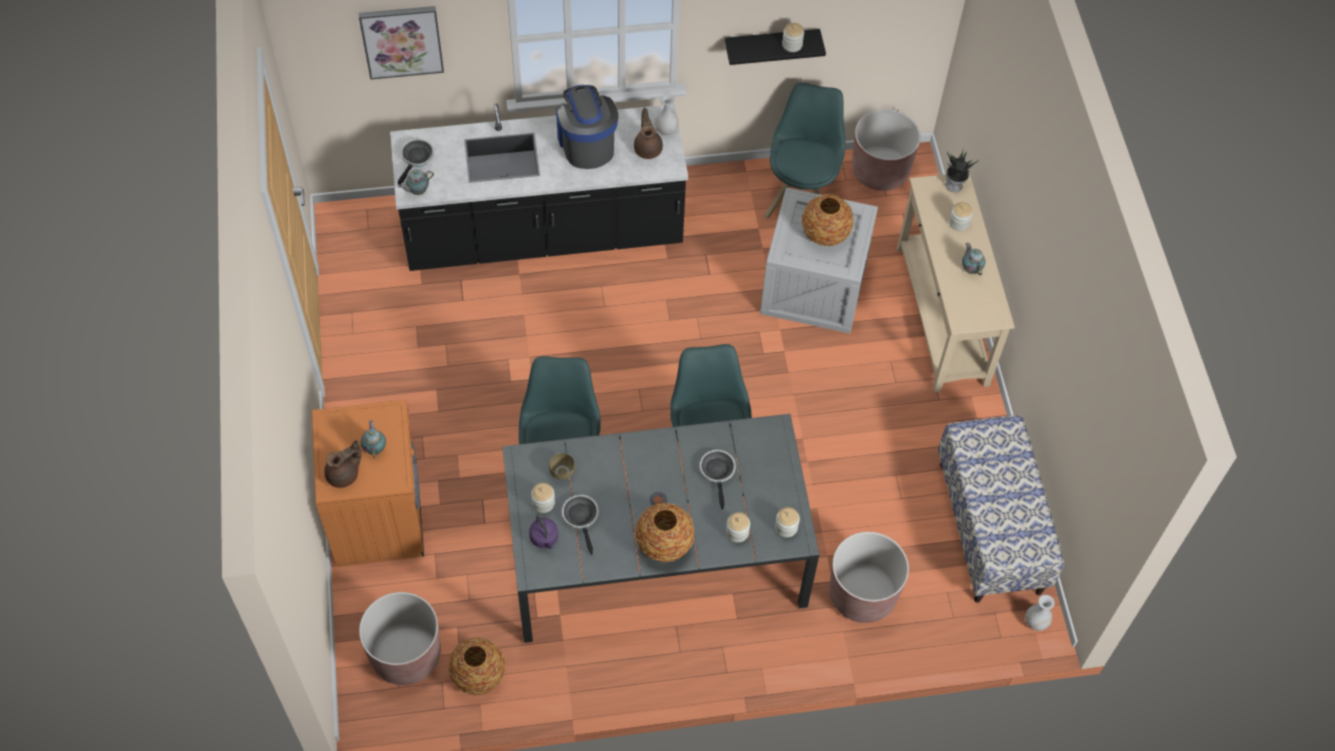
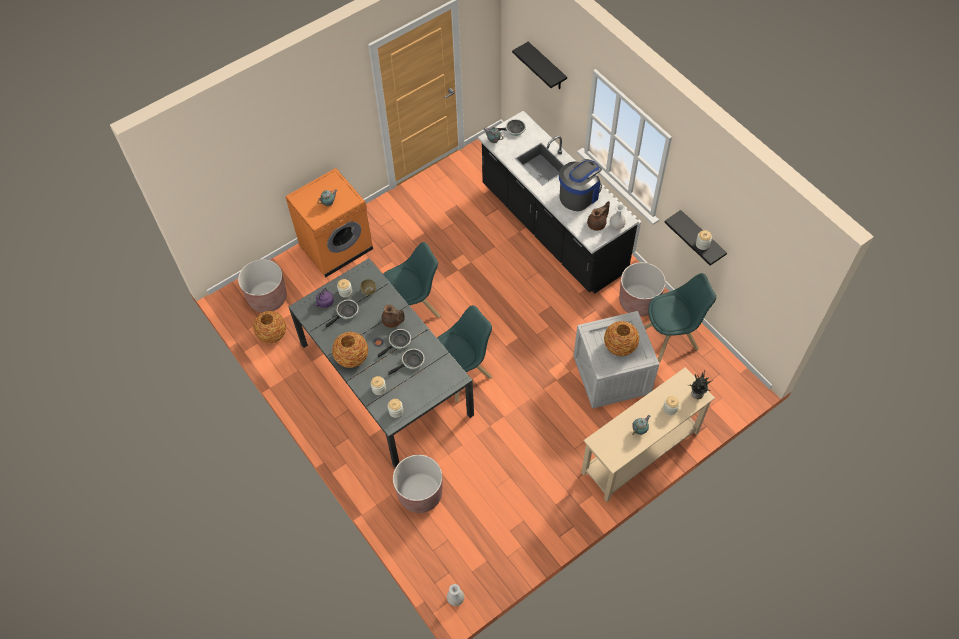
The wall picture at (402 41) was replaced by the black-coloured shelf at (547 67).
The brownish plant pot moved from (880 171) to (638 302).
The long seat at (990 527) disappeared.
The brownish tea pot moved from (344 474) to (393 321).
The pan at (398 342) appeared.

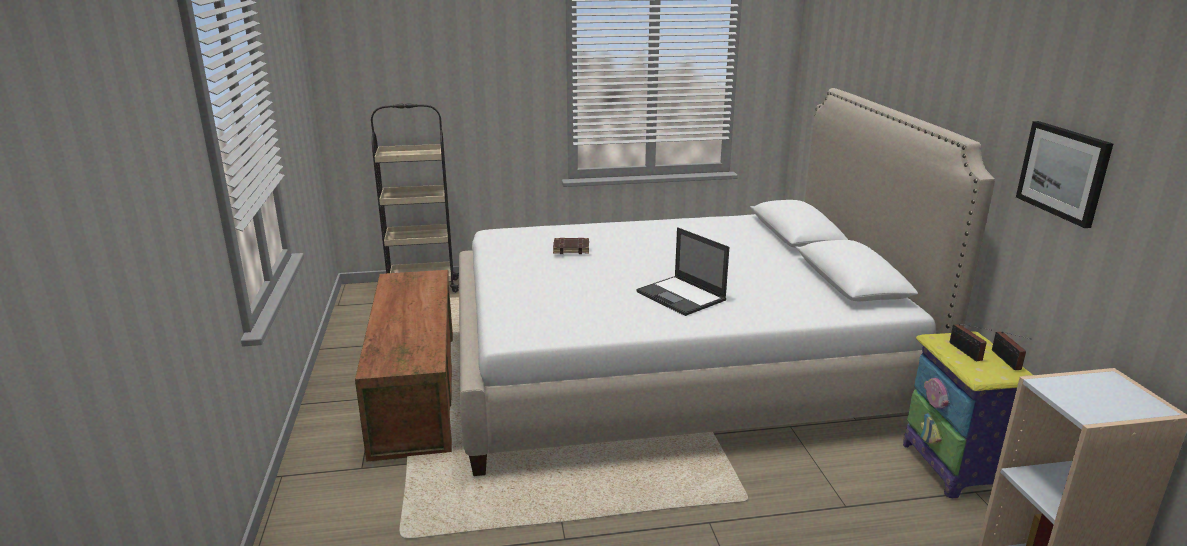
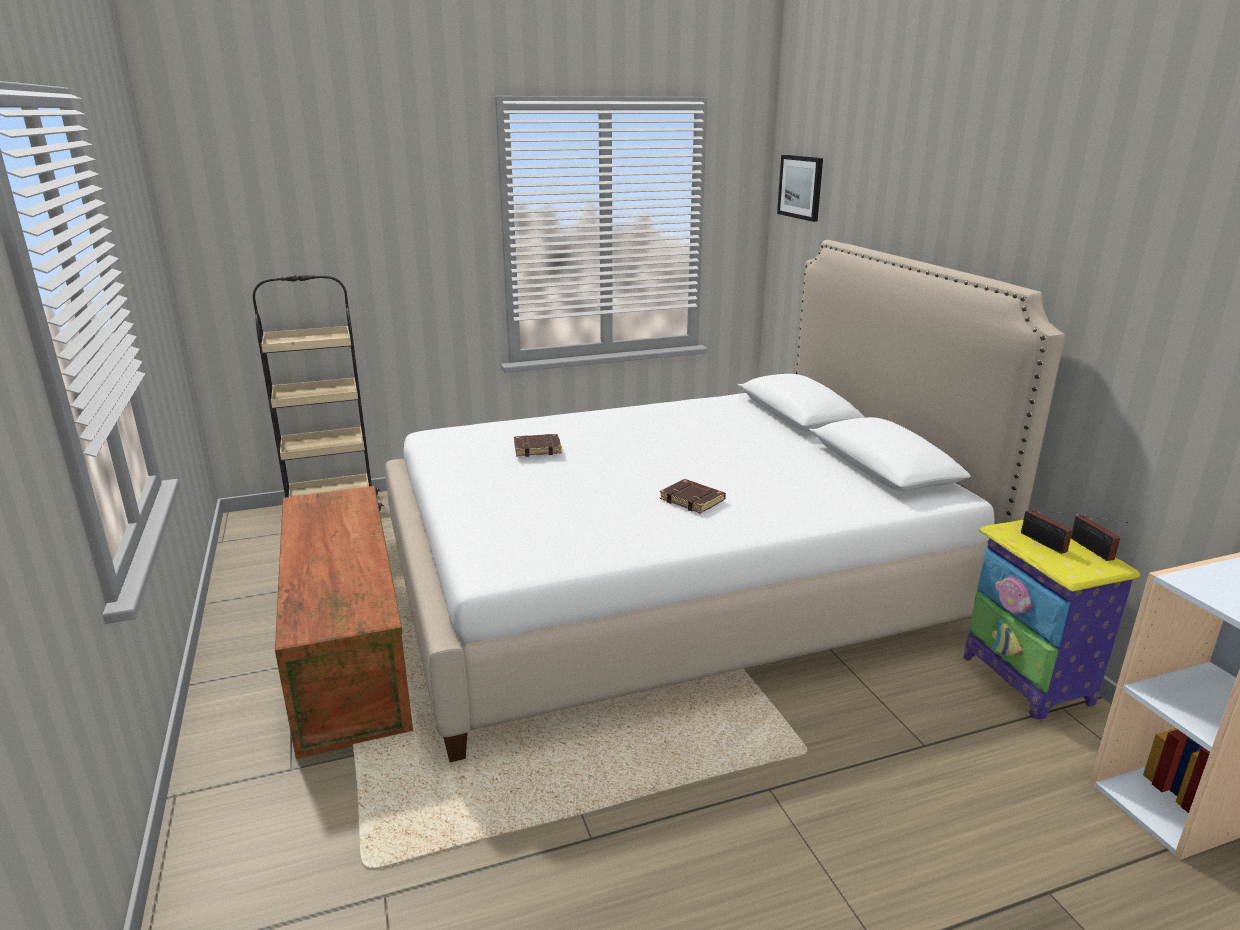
The wall picture moved from (1063 172) to (801 187).
The notebook computer at (681 296) was replaced by the brownish bound book at (693 500).

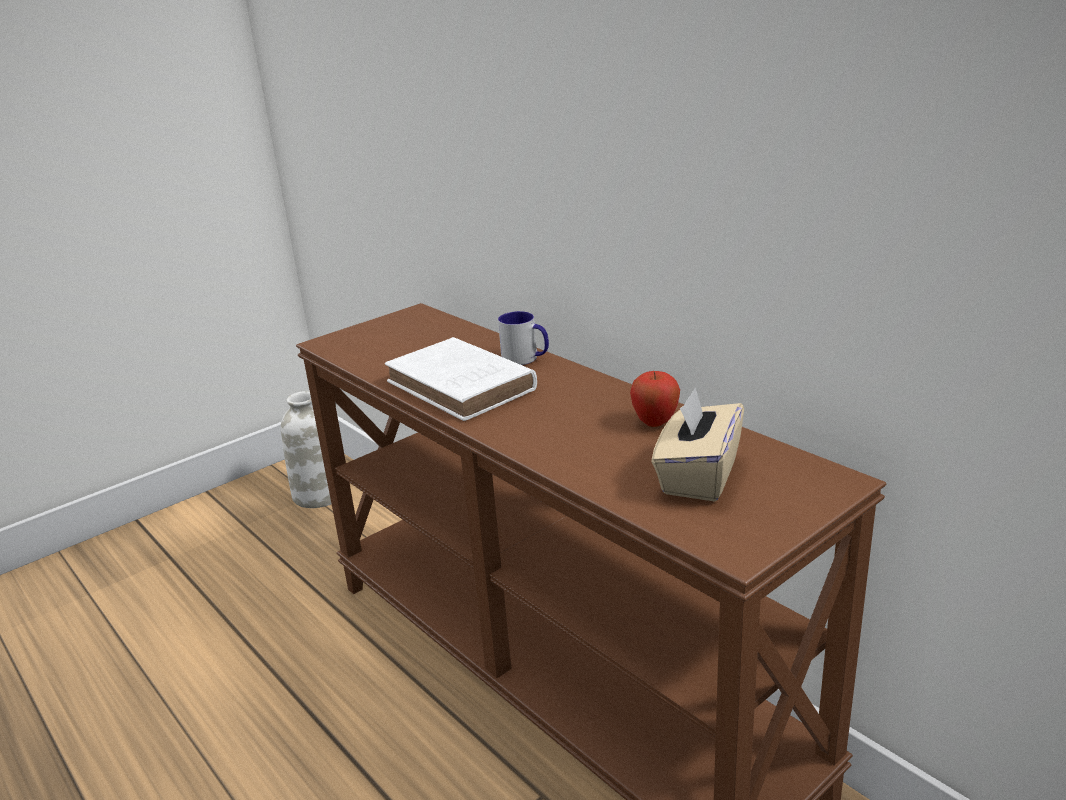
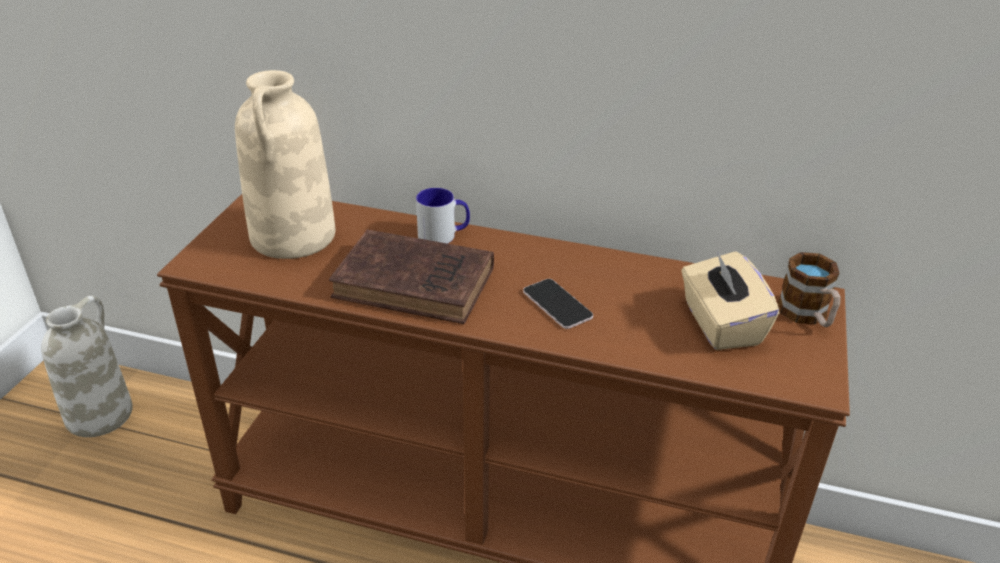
The white-coloured bound book at (463 387) became the brownish bound book at (418 284).
The whole apple at (655 423) disappeared.
The sand-coloured vase at (293 237) appeared.
The mug at (807 316) appeared.
The handset at (557 304) appeared.

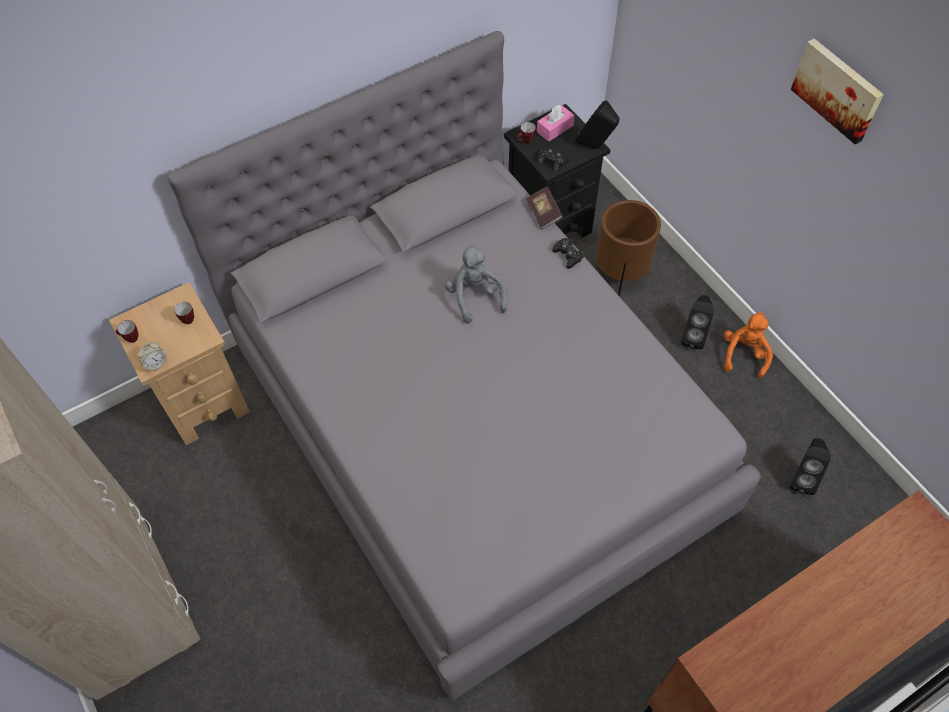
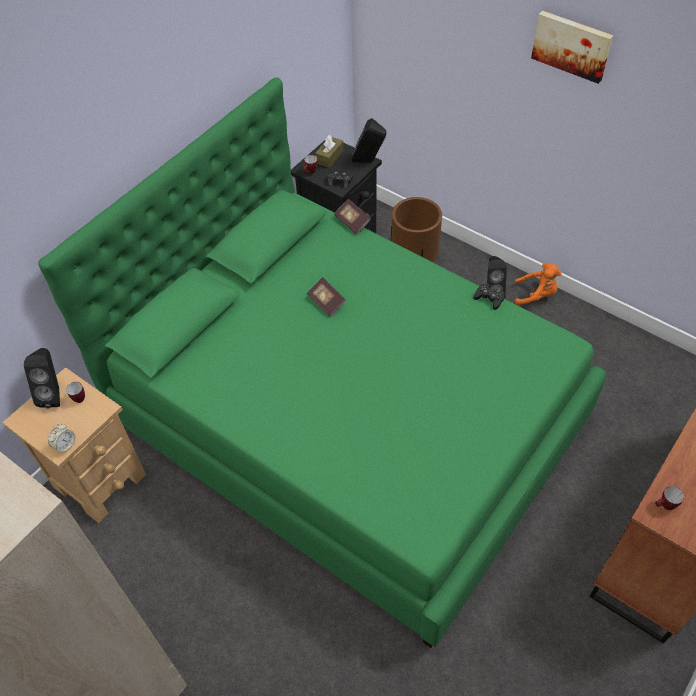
The greyish bedroom bed at (475 427) became the greenish bedroom bed at (350 420).
The pinkish tissue holder at (554 129) became the brownish tissue holder at (329 156).
The black-coloured game controller moved from (568 255) to (489 298).
The greyish cuddly toy at (475 297) was replaced by the bound book at (326 302).
The orange cuddly toy at (744 354) turned 105 degrees clockwise.
The mug moved from (130 339) to (664 506).
The black-coloured loudspeaker moved from (802 478) to (54 394).

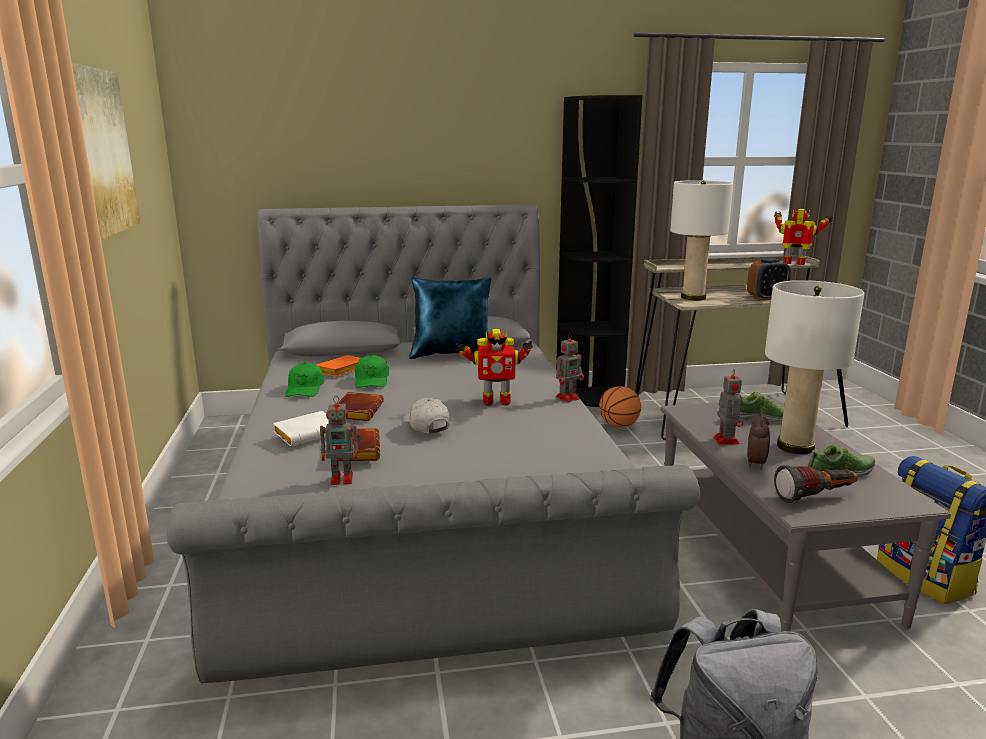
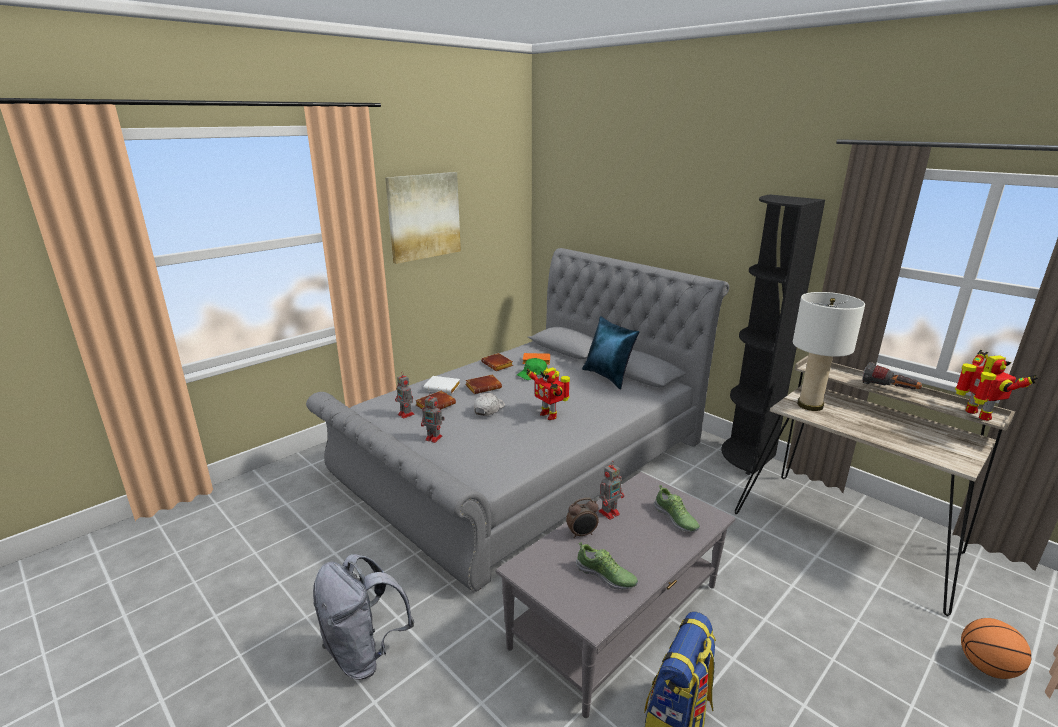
The table clock at (766 298) disappeared.
The white-coloured tabletop lamp at (794 446) disappeared.
The robot figure moved from (568 397) to (434 438).
The greenish baseball cap at (305 389) was replaced by the brownish bound book at (498 365).
The basketball moved from (619 426) to (986 667).
The hand torch moved from (816 497) to (889 389).

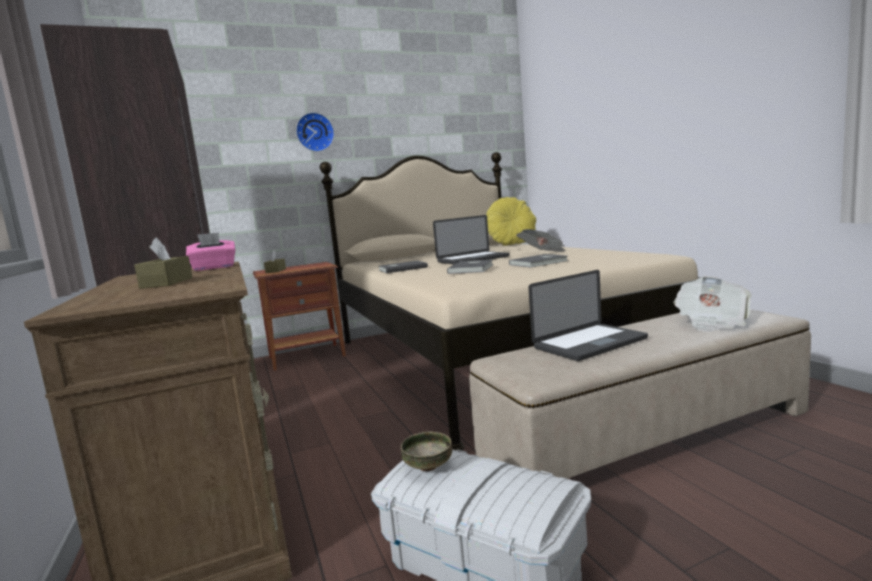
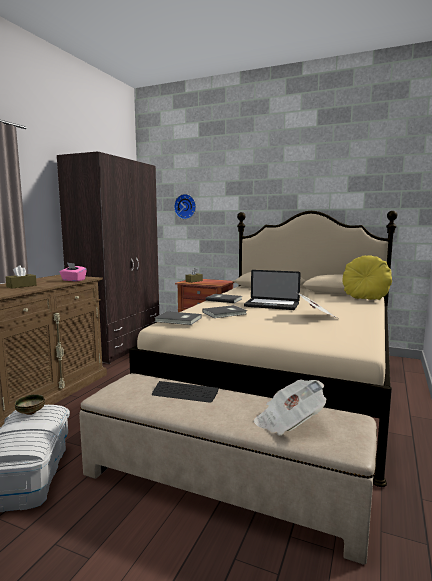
The wall clock moved from (314 132) to (185 206).
The greyish bound book moved from (540 262) to (178 320).
The notebook computer at (590 343) was replaced by the computer keyboard at (185 393).

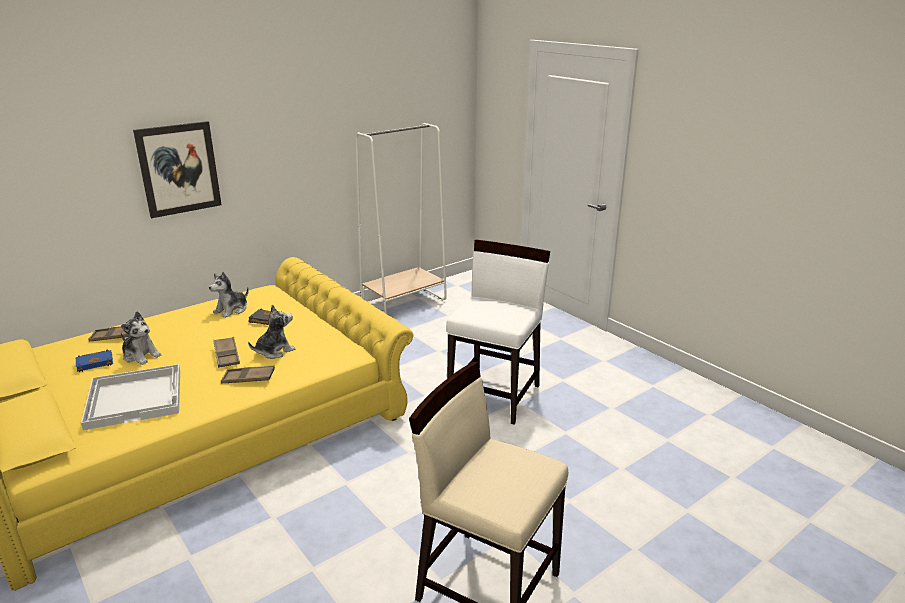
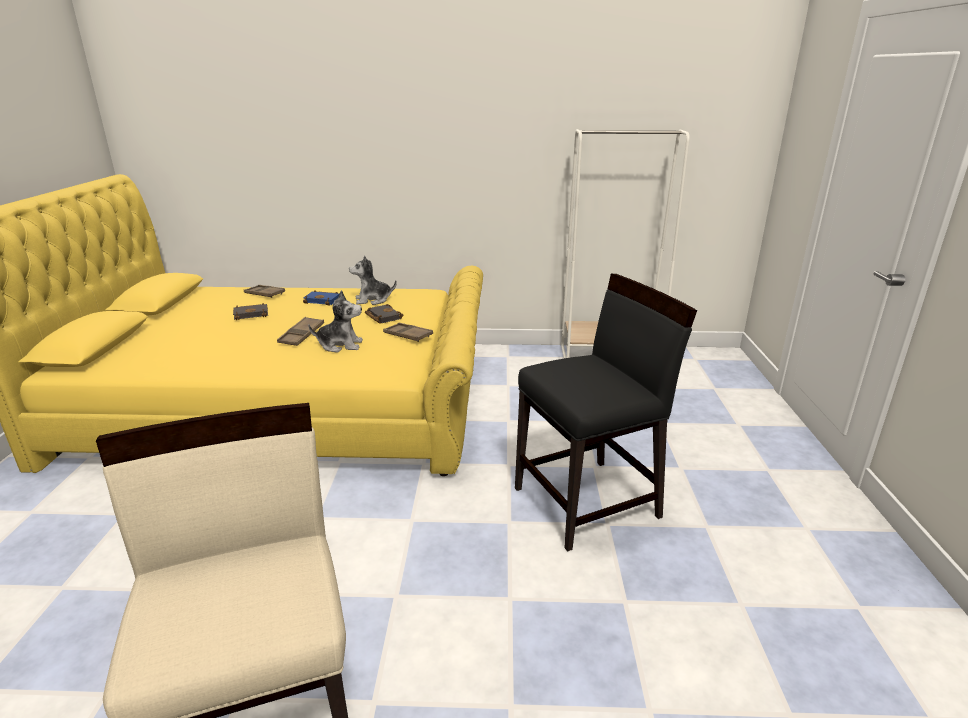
The wall picture at (179 169) disappeared.
The white-coloured plain chair at (495 395) became the black-coloured plain chair at (588 502).
The cuddly toy at (141 356) was replaced by the black-coloured bound book at (252 314).
The blue-coloured bound book moved from (96 362) to (323 300).
The white-coloured serving tray at (136 397) disappeared.
The brownish serving tray moved from (248 378) to (408 335).

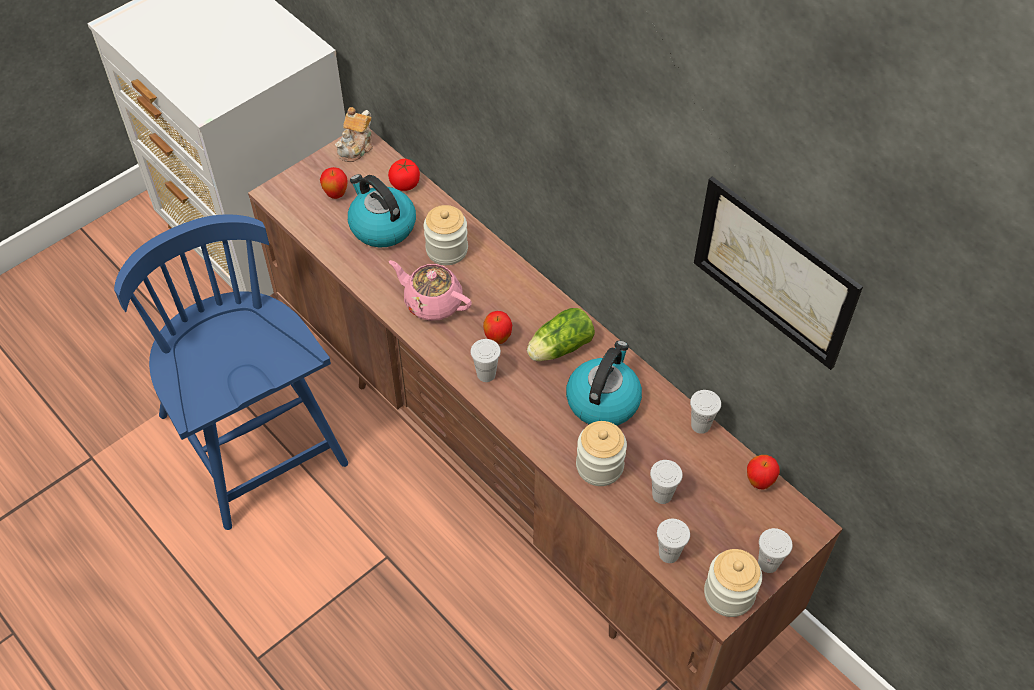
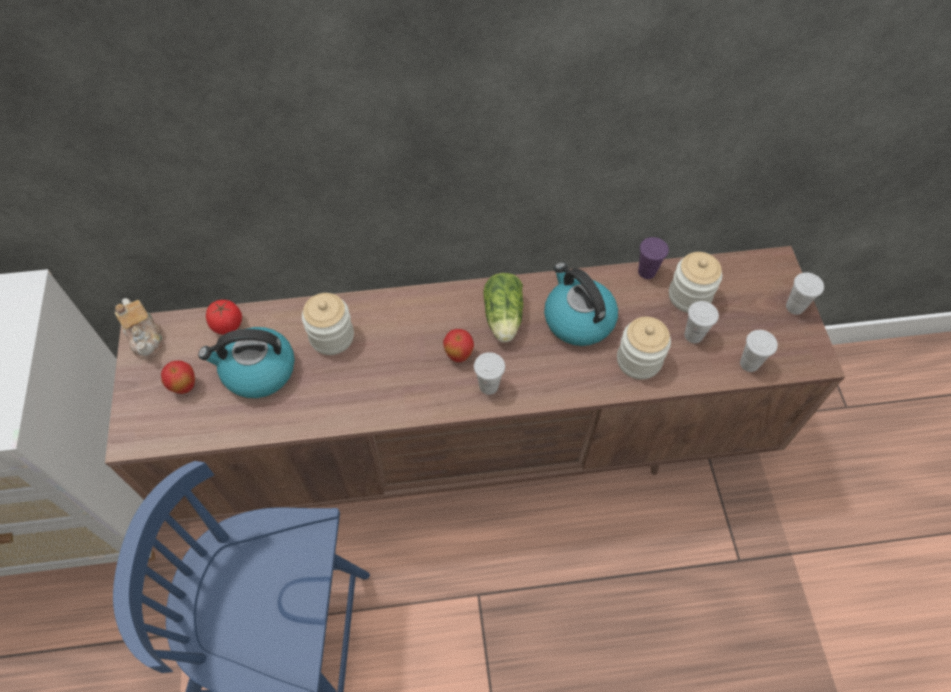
The wall picture at (773 272) disappeared.
The pinkish tea pot at (432 302) disappeared.
The white-coloured drinking cup at (700 425) became the purple drinking cup at (647 272).
The whole apple at (759 482) disappeared.
The preserve jar moved from (729 594) to (689 296).

